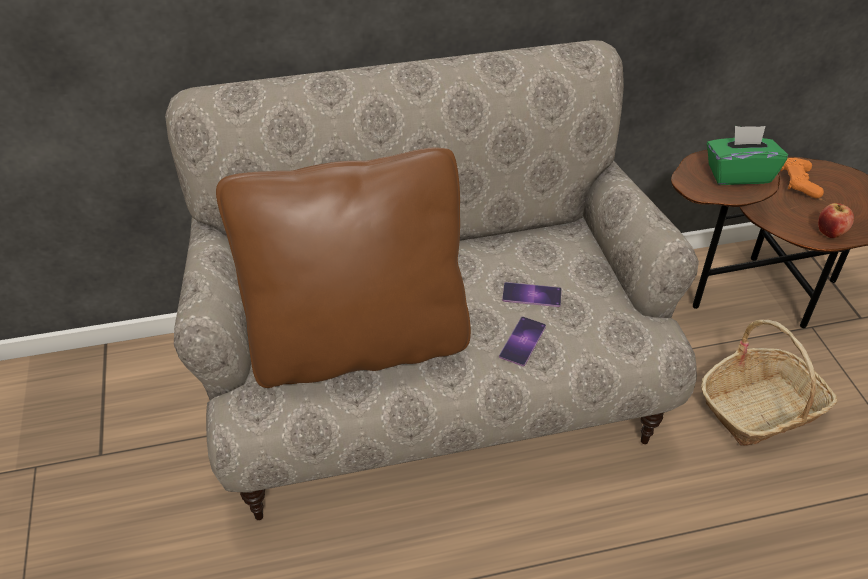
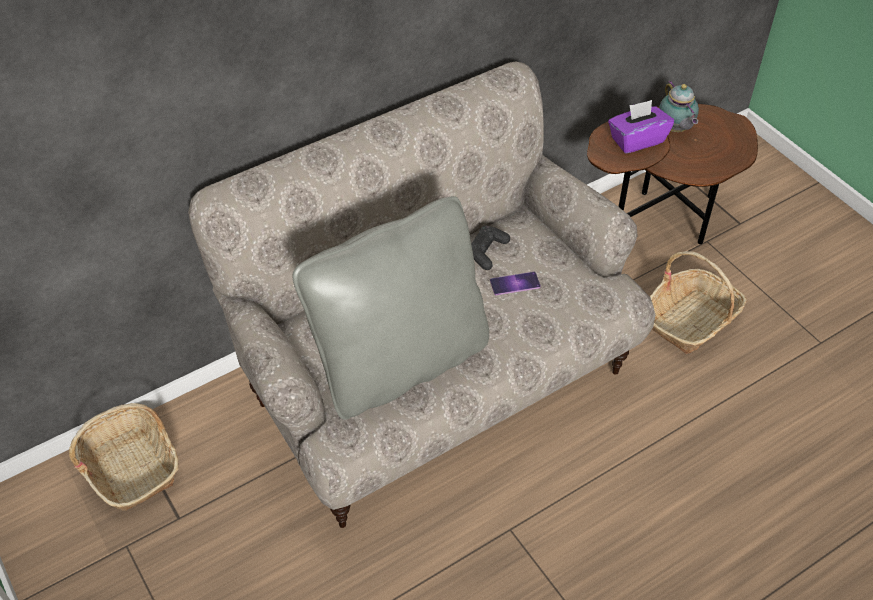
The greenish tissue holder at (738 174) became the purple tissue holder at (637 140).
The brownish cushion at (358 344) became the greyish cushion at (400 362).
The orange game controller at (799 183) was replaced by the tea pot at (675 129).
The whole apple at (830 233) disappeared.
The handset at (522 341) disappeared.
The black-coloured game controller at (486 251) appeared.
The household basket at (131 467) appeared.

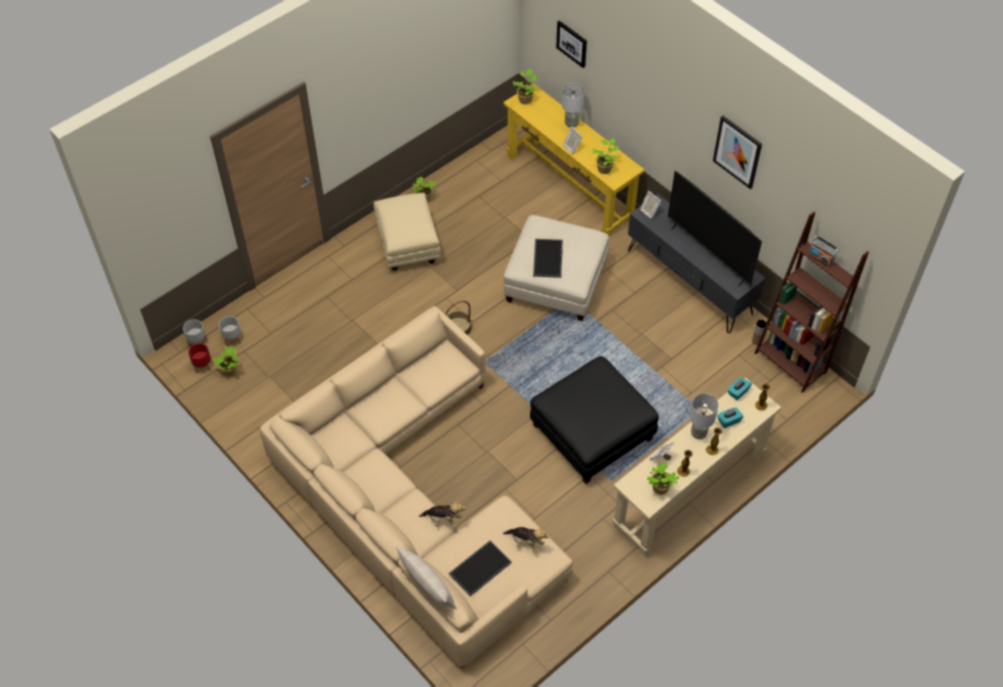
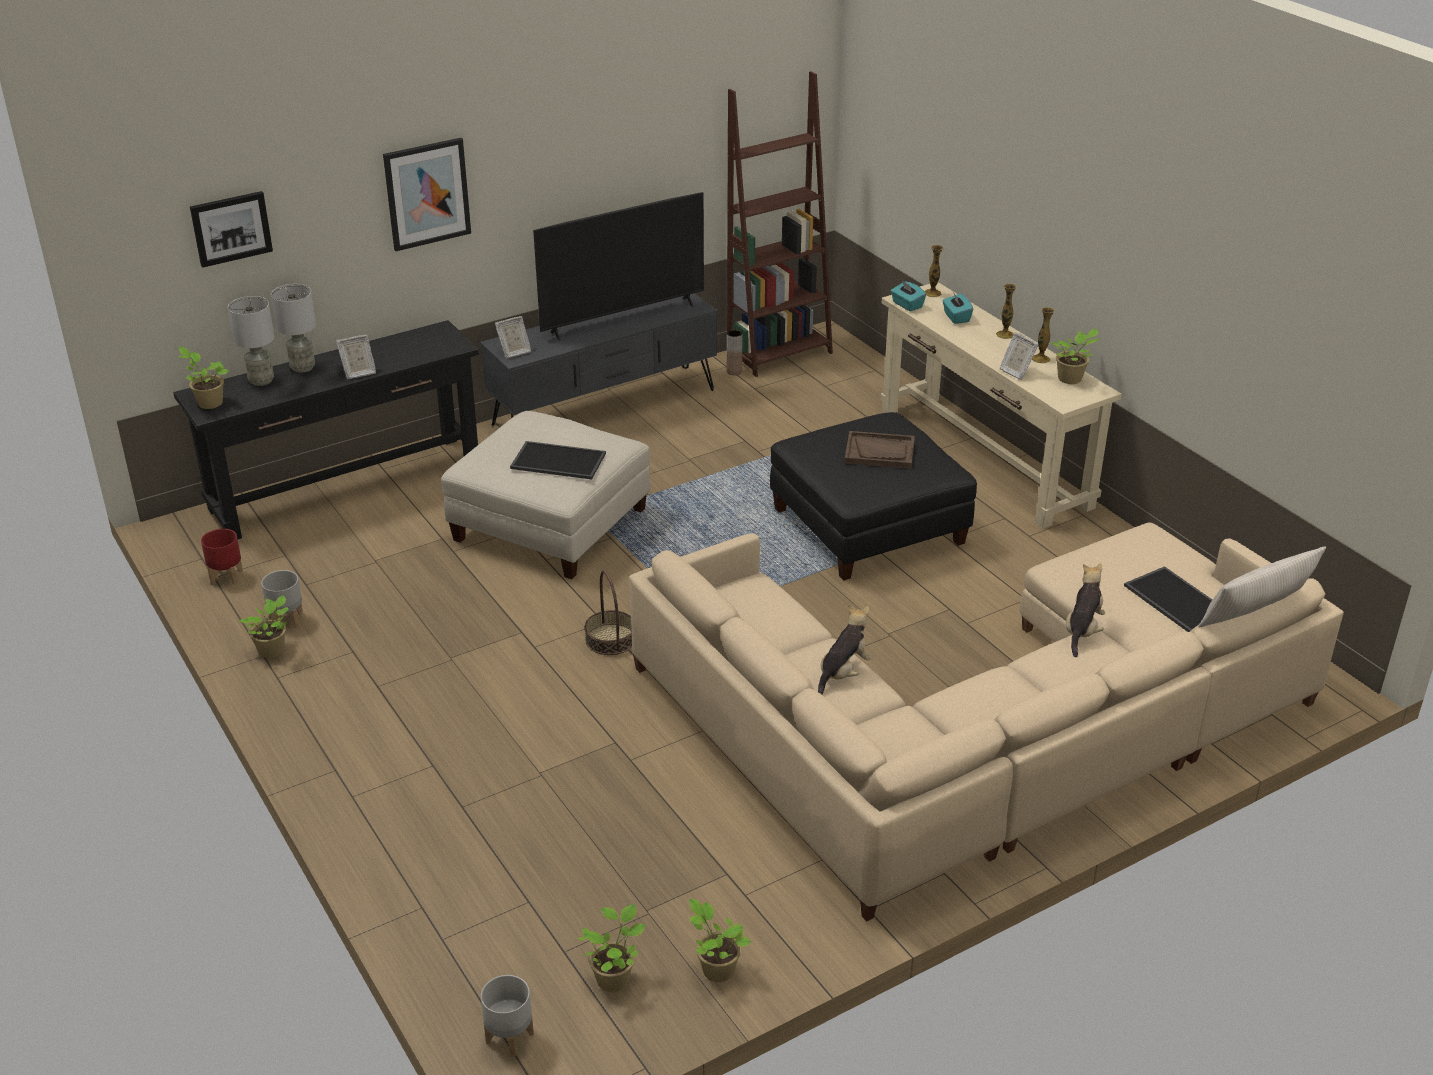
The yellow-coloured console table at (569 187) became the black-coloured console table at (346 486).
The wall picture moved from (737 151) to (427 193).
The houseplant moved from (604 168) to (716 969).
The sand-coloured footrest at (408 246) disappeared.
The radio receiver at (820 258) disappeared.
The greyish plant pot moved from (233 339) to (287 619).
The red plant pot moved from (203 366) to (226 577).
The greyish tabletop lamp moved from (698 433) to (261 381).
The cuddly toy moved from (526 542) to (843 673).
The brownish serving tray at (880 452) appeared.

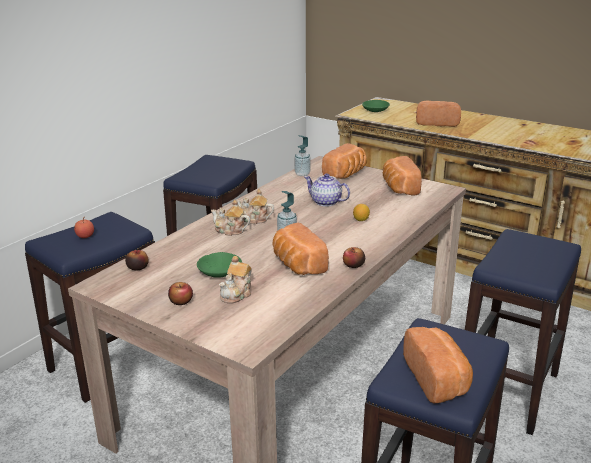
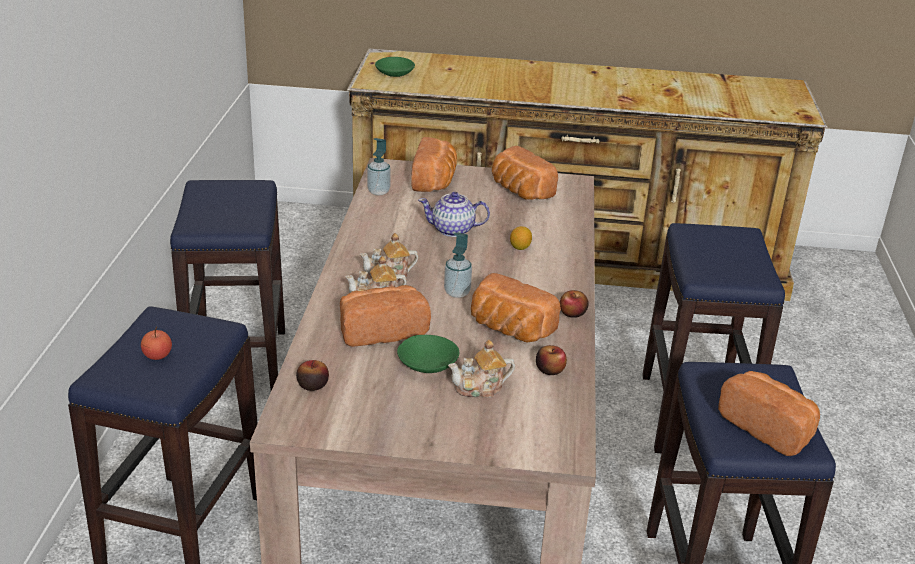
The baked bread moved from (437 123) to (381 330).
The tea pot at (237 294) turned 75 degrees clockwise.
The whole apple moved from (181 301) to (550 370).

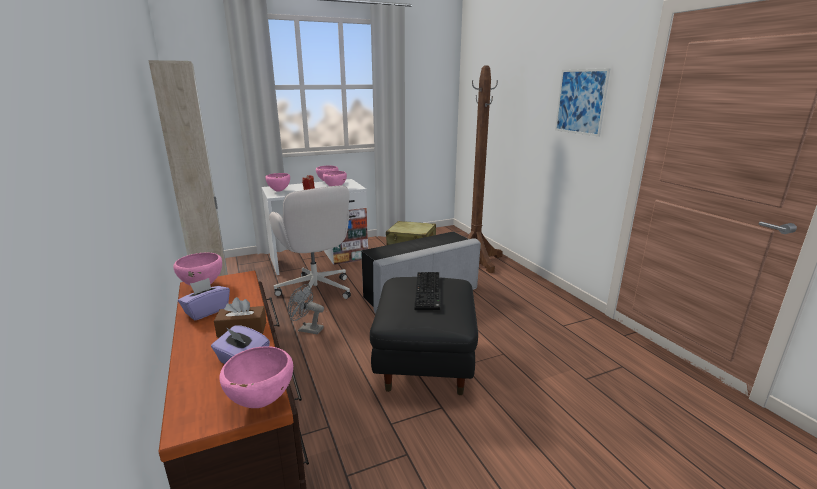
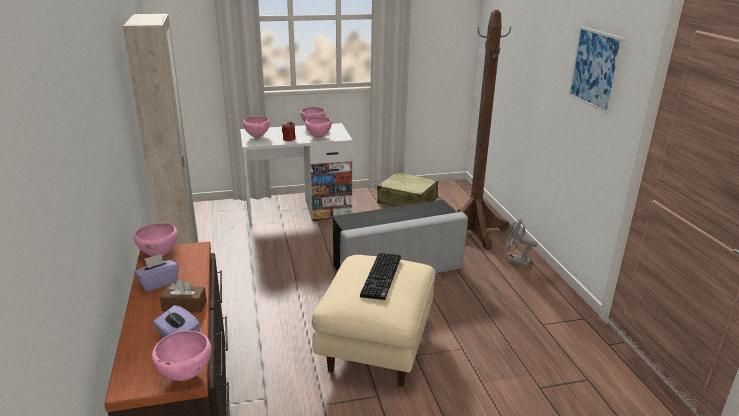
The white-coloured desk chair at (315 291) disappeared.
The black-coloured footrest at (425 364) became the sand-coloured footrest at (376 349).
The greyish fan moved from (307 329) to (515 261).

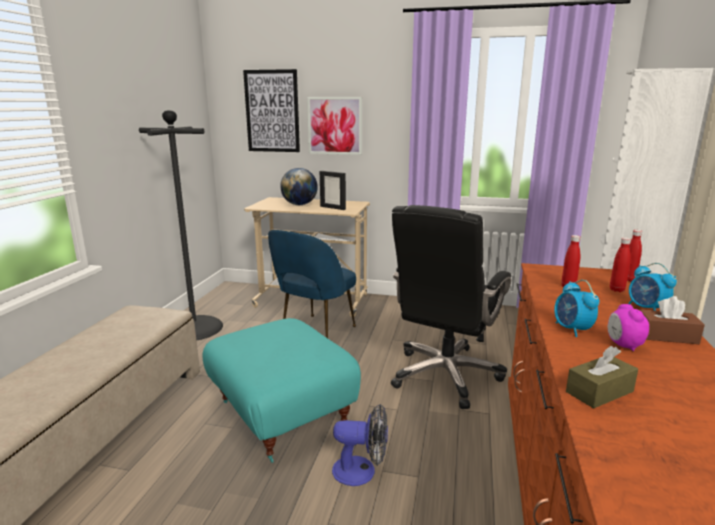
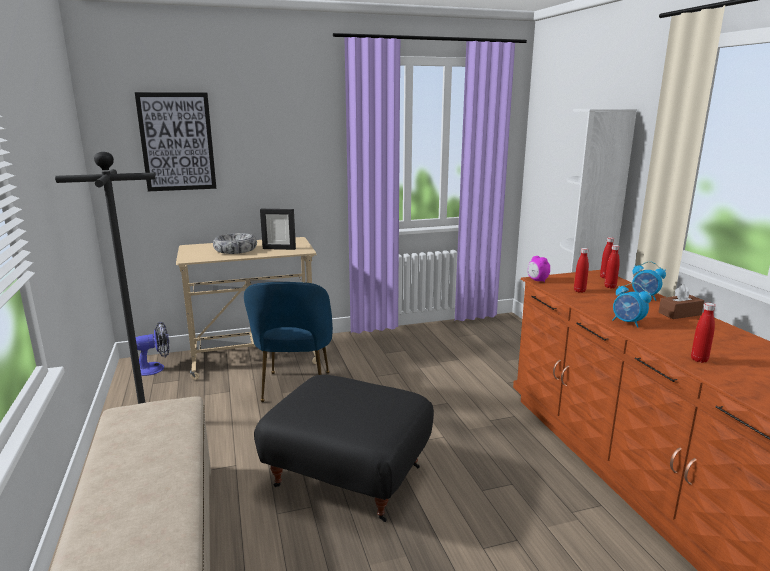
The wall picture at (335 126) disappeared.
The globe at (299 205) was replaced by the bowl at (236 250).
The black-coloured desk chair at (445 375) disappeared.
The table clock moved from (623 345) to (537 280).
The turquoise-coloured footrest at (280 416) became the black-coloured footrest at (347 478).
The brownish tissue holder at (599 392) was replaced by the red bottle at (699 360).
The fan moved from (361 471) to (155 368).

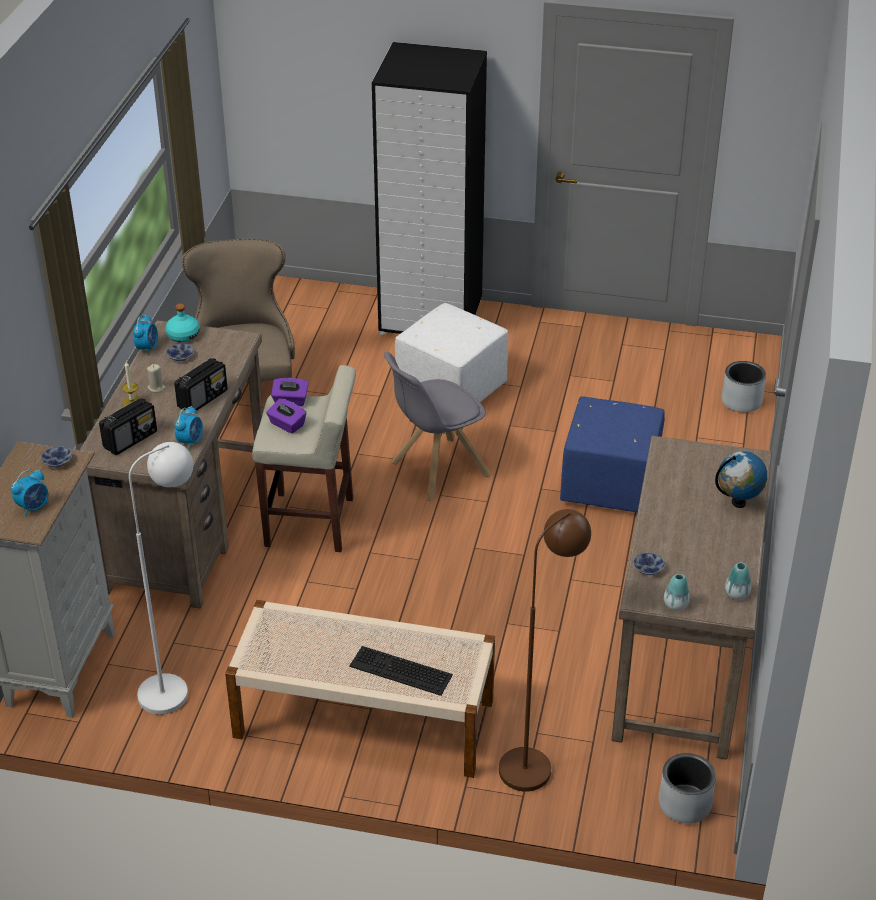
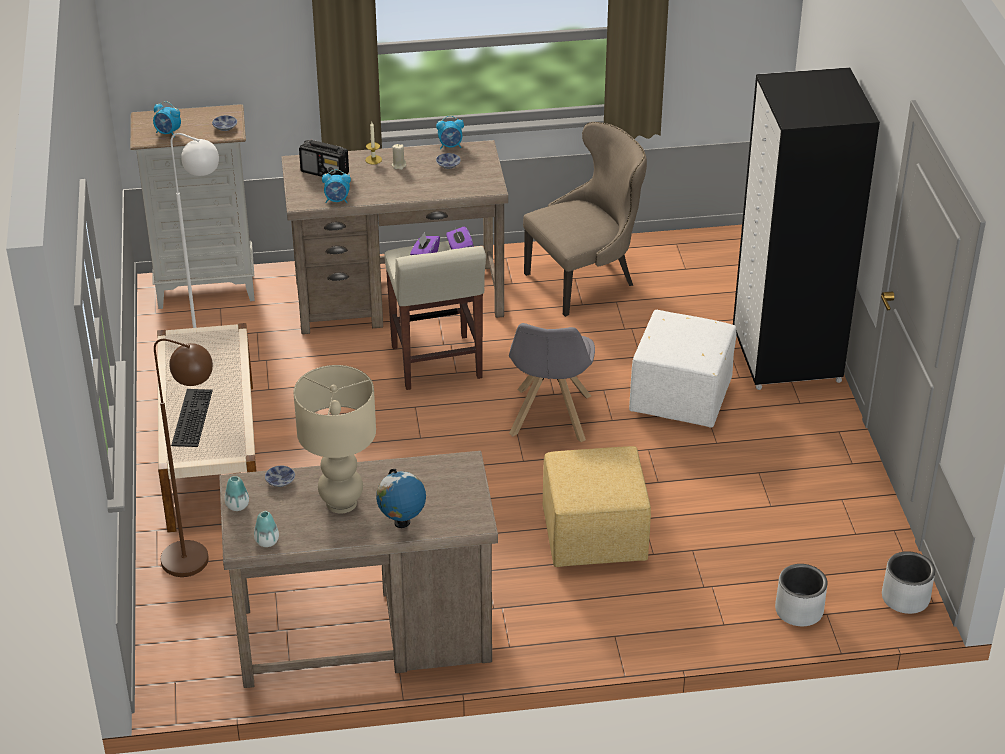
The turquoise-coloured bottle at (183 335) disappeared.
The greyish plain chair at (436 470) turned 120 degrees counterclockwise.
The radio receiver at (203 398) disappeared.
The blue-coloured footrest at (611 486) became the yellow-coloured footrest at (594 538).
The greyish plant pot moved from (684 803) to (905 598).
The sand-coloured tabletop lamp at (342 502) appeared.

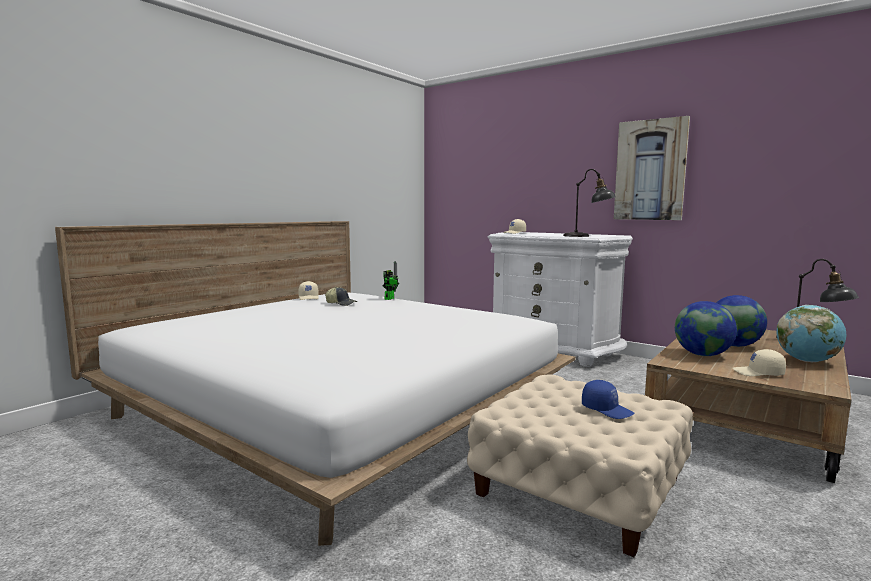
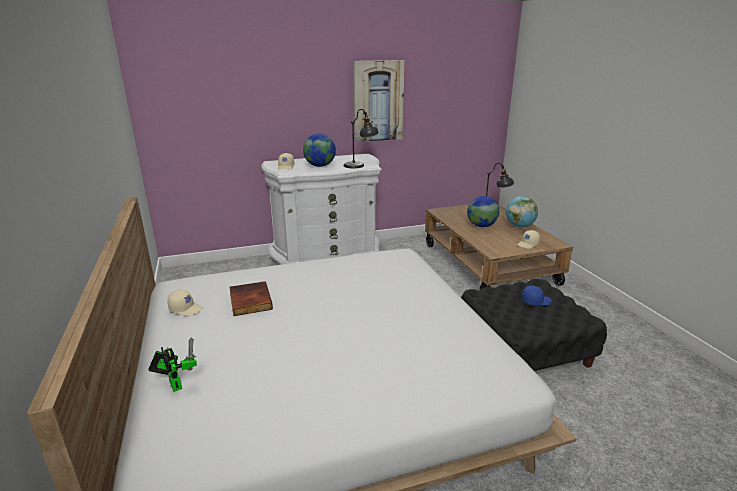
The robot figure moved from (390 298) to (175 383).
The baseball cap at (341 303) was replaced by the bound book at (249 301).
The globe moved from (702 355) to (320 166).
The sand-coloured footrest at (579 487) became the black-coloured footrest at (523 348).

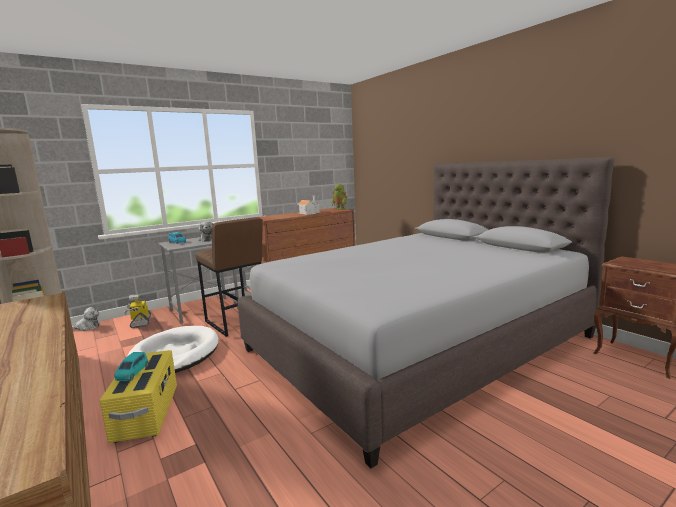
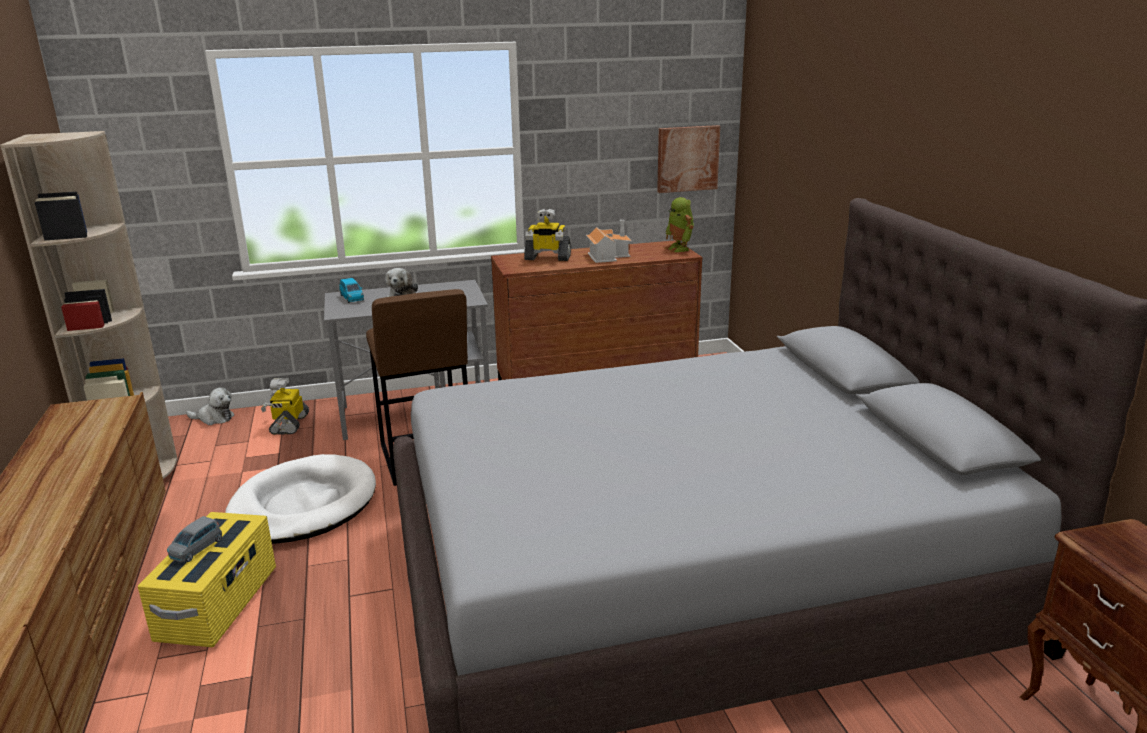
The turquoise-coloured miniature car at (132 373) became the greyish miniature car at (196 549).
The wall picture at (687 158) appeared.
The robot figure at (547 258) appeared.

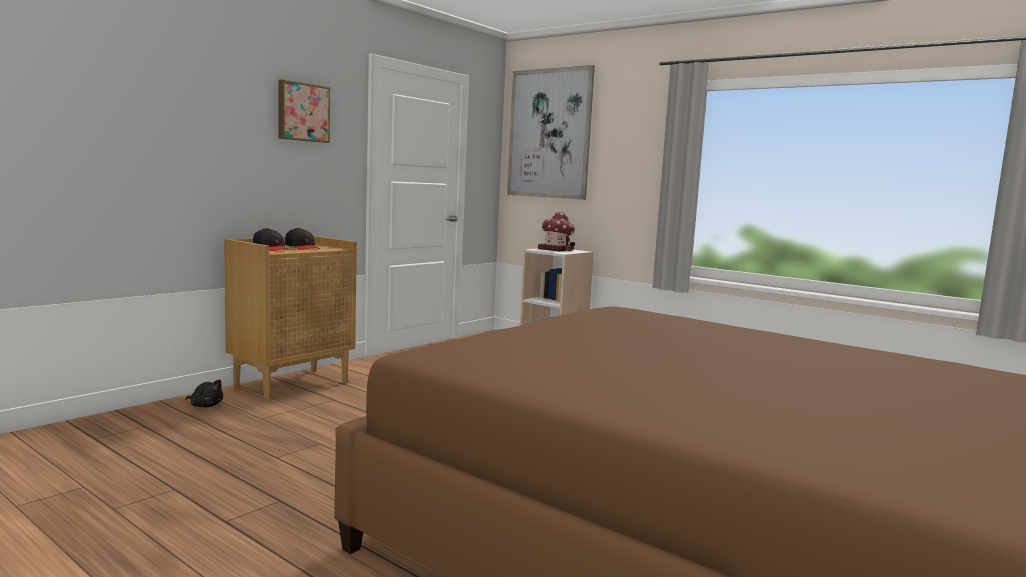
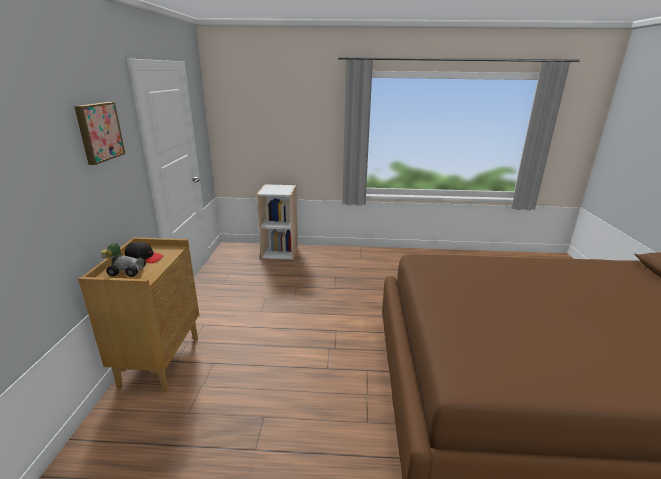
The wall picture at (549 133) disappeared.
The miniature house at (556 249) disappeared.
The black-coloured baseball cap at (271 248) was replaced by the miniature car at (126 271).
The black-coloured cuddly toy at (206 406) disappeared.

